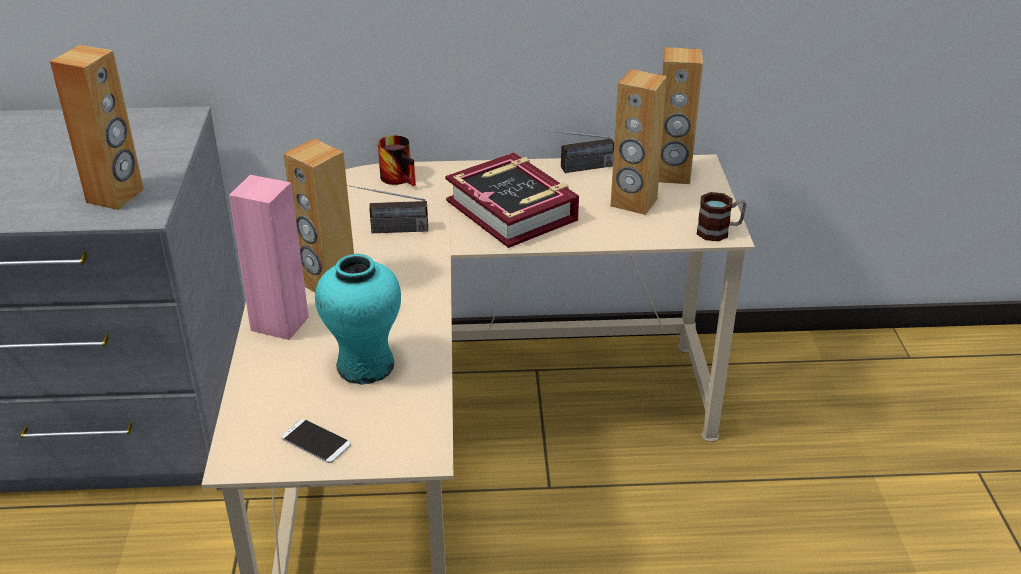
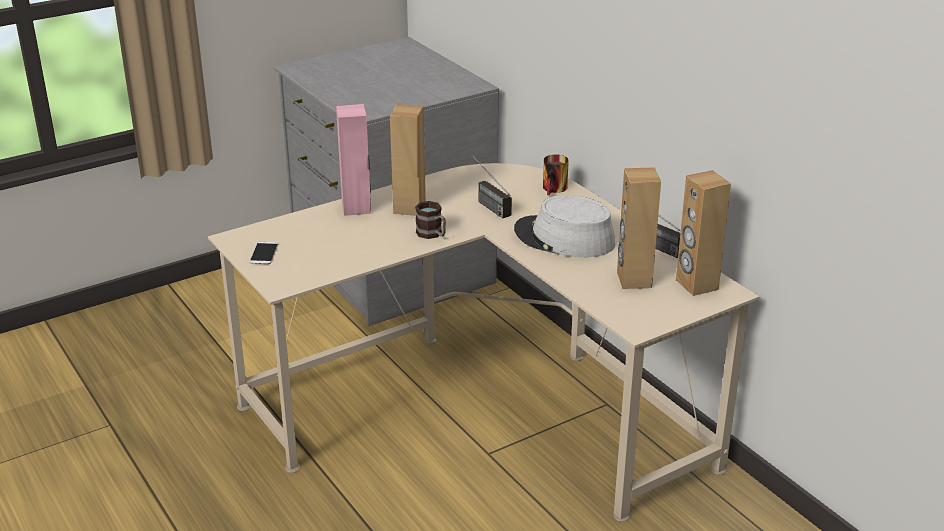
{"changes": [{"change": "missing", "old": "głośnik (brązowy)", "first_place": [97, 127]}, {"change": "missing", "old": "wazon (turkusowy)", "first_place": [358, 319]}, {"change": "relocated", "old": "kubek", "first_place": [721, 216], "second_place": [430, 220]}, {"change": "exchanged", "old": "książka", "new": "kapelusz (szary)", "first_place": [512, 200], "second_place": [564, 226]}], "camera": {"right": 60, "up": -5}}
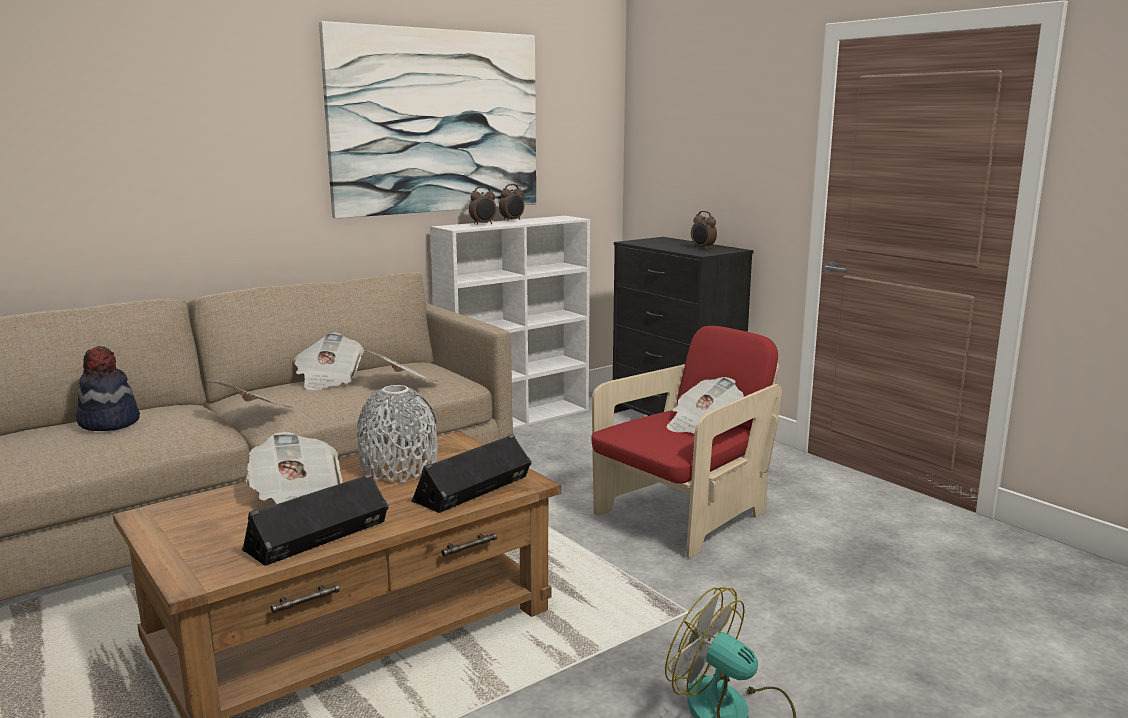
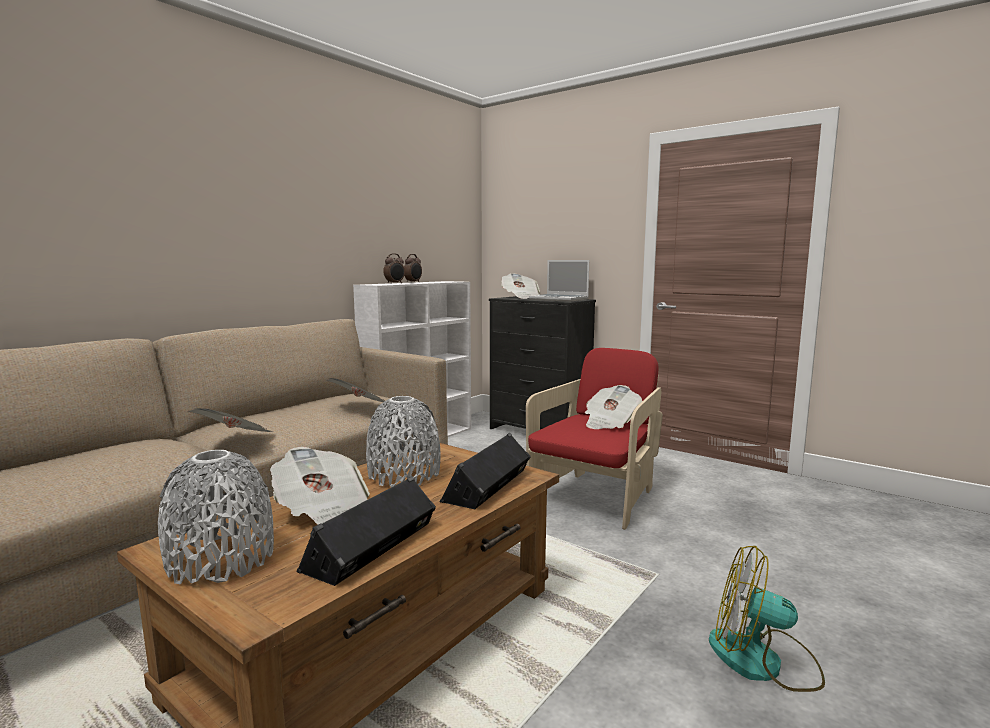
{"changes": [{"change": "missing", "old": "kapelusz", "first_place": [108, 388]}, {"change": "missing", "old": "obraz", "first_place": [427, 120]}, {"change": "appeared", "new": "wazon (szary)", "second_place": [216, 517]}, {"change": "relocated", "old": "gazeta", "first_place": [329, 361], "second_place": [520, 286]}, {"change": "exchanged", "old": "budzik", "new": "laptop", "first_place": [704, 230], "second_place": [559, 281]}], "camera": {"right": -15, "up": -5}}
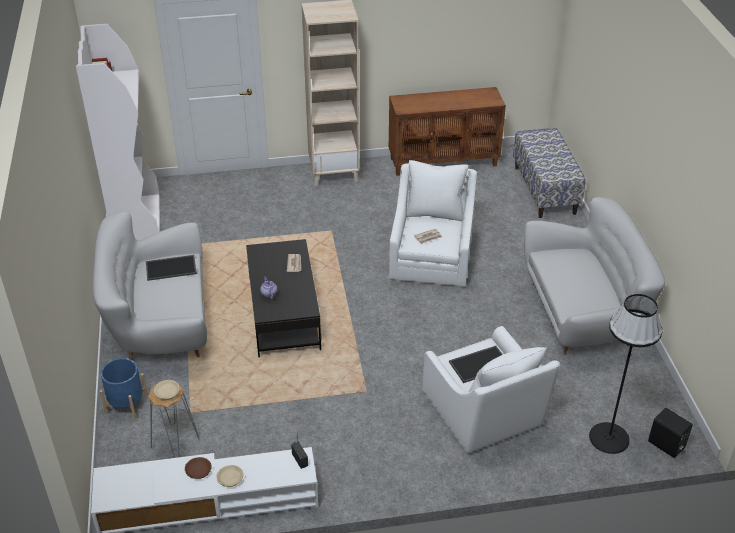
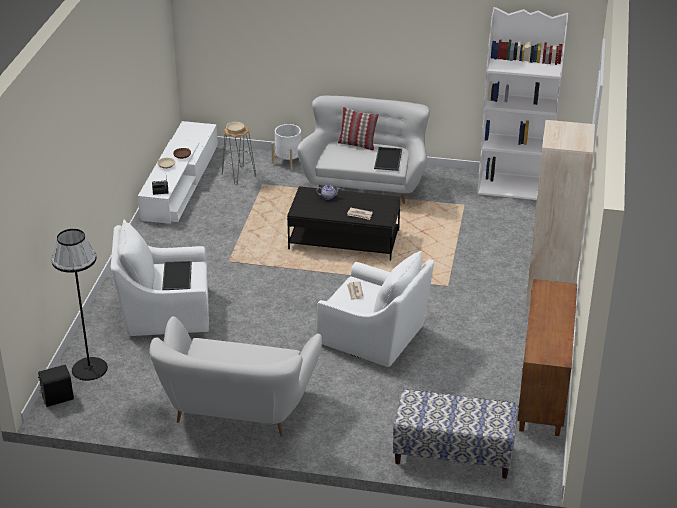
{"changes": [{"change": "appeared", "new": "poduszka", "second_place": [358, 129]}, {"change": "colour", "old": "donica (niebieski)", "new": "donica (biały)", "first_place": [124, 389], "second_place": [287, 147]}], "camera": {"right": 110, "up": -5}}
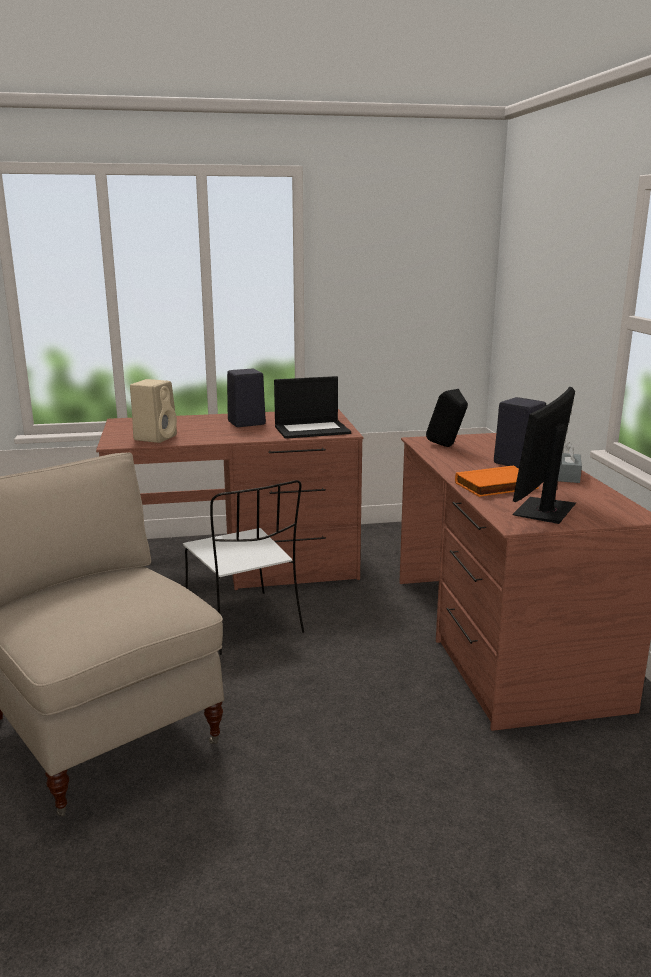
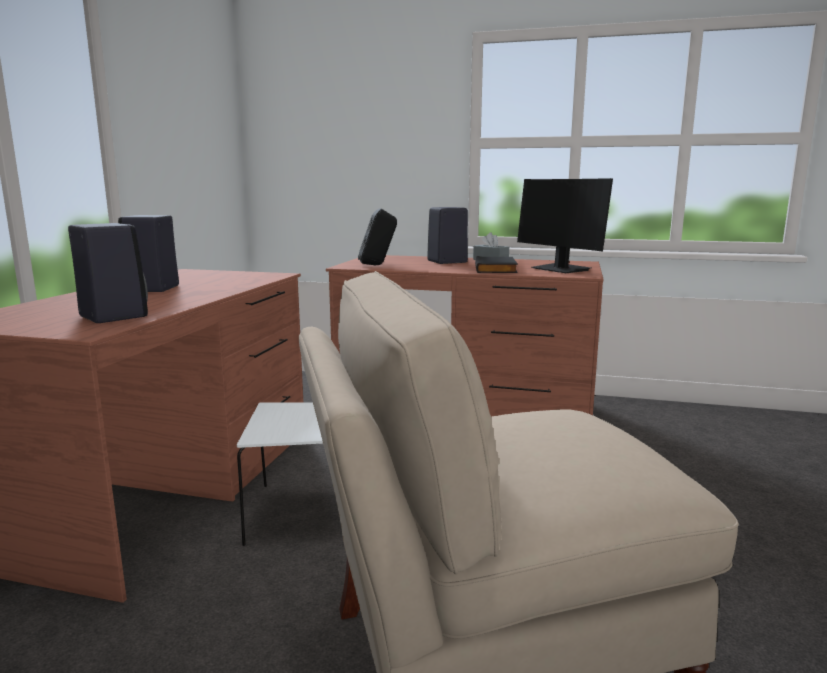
{"changes": [{"change": "missing", "old": "laptop", "first_place": [312, 407]}, {"change": "colour", "old": "głośnik (beżowy)", "new": "głośnik (czarny)", "first_place": [153, 411], "second_place": [108, 273]}, {"change": "colour", "old": "książka (pomarańczowy)", "new": "książka (czarny)", "first_place": [497, 481], "second_place": [496, 264]}], "camera": {"right": -65, "up": -5}}
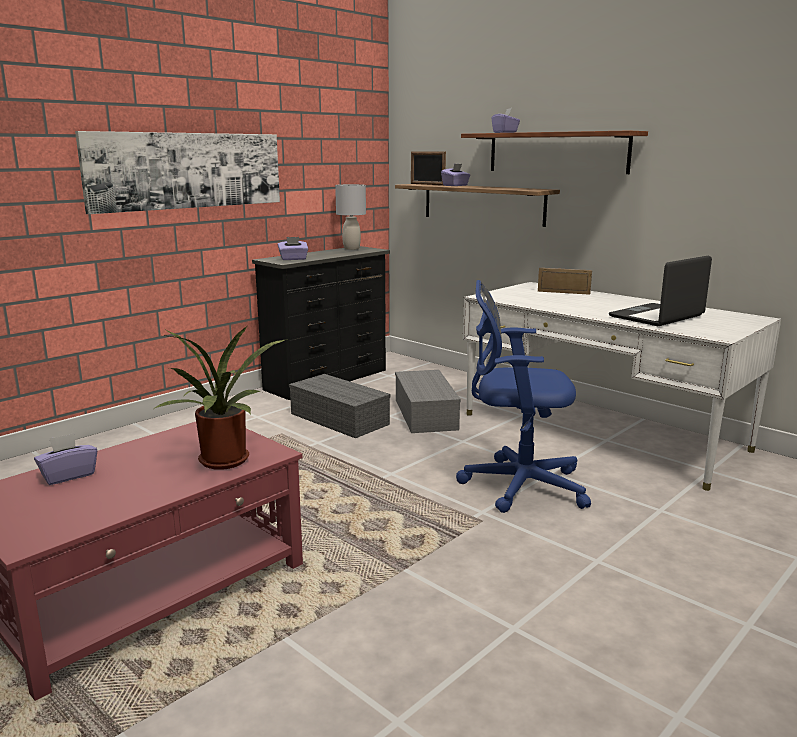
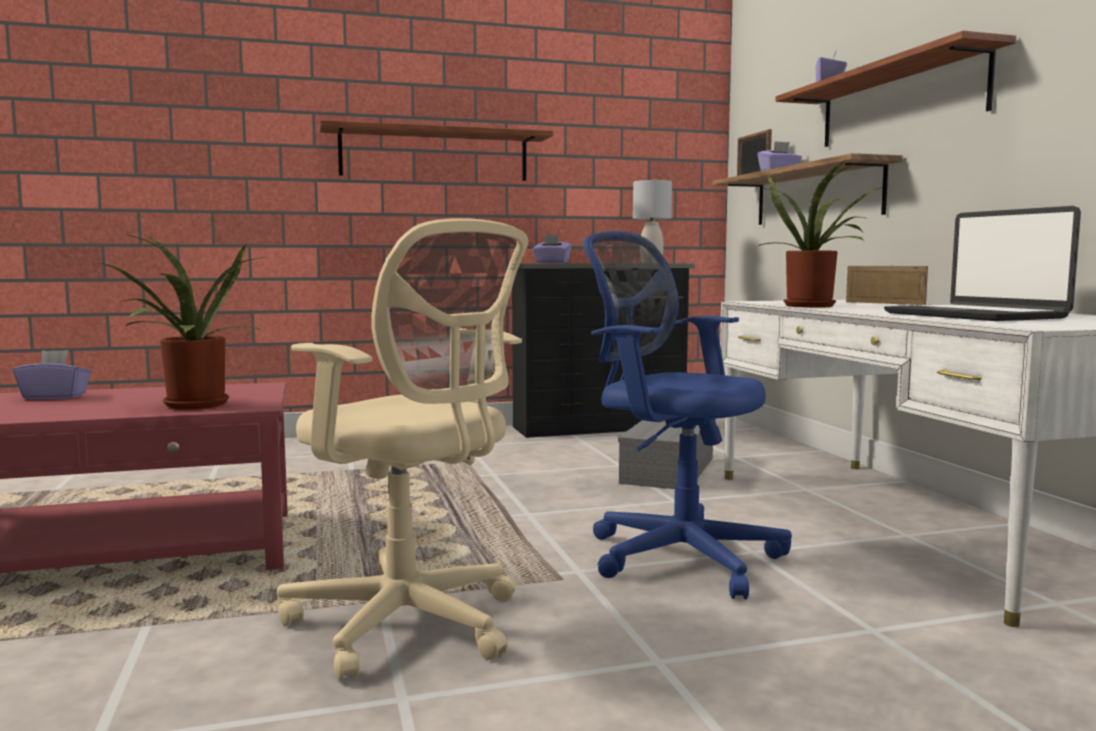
{"changes": [{"change": "missing", "old": "pojemnik do przechowywania (szary)", "first_place": [340, 406]}, {"change": "appeared", "new": "krzesło biurowe (beżowy)", "second_place": [402, 449]}, {"change": "appeared", "new": "roślina doniczkowa", "second_place": [820, 233]}, {"change": "exchanged", "old": "obraz", "new": "półka", "first_place": [177, 172], "second_place": [436, 150]}, {"change": "spun", "old": "laptop", "first_place": [660, 290], "second_place": [982, 263], "degrees": -105}], "camera": {"right": 30, "up": -10}}
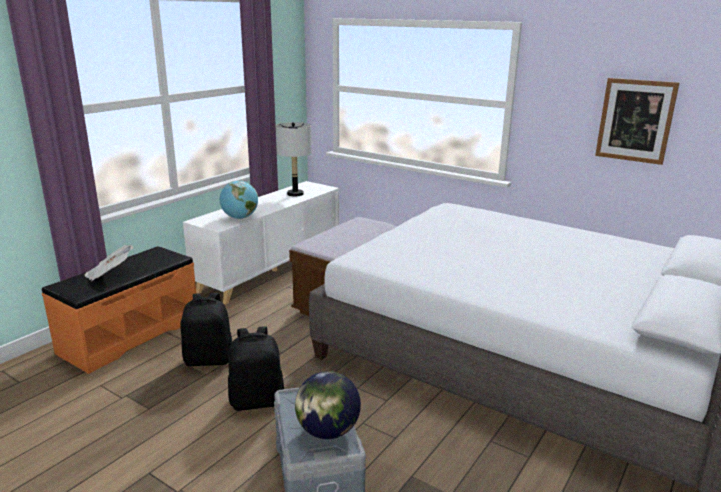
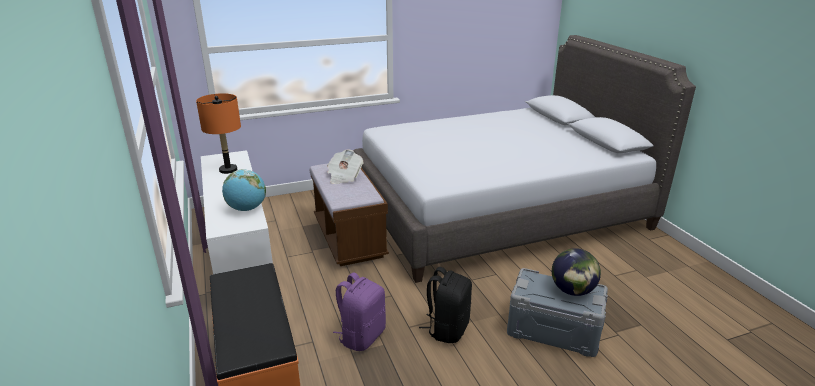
{"changes": [{"change": "missing", "old": "obraz", "first_place": [637, 121]}, {"change": "relocated", "old": "gazeta", "first_place": [109, 263], "second_place": [345, 166]}, {"change": "colour", "old": "plecak (czarny)", "new": "plecak (fioletowy)", "first_place": [206, 329], "second_place": [359, 311]}, {"change": "colour", "old": "lampa stołowa (szary)", "new": "lampa stołowa (pomarańczowy)", "first_place": [293, 159], "second_place": [218, 133]}], "camera": {"right": -55, "up": 5}}
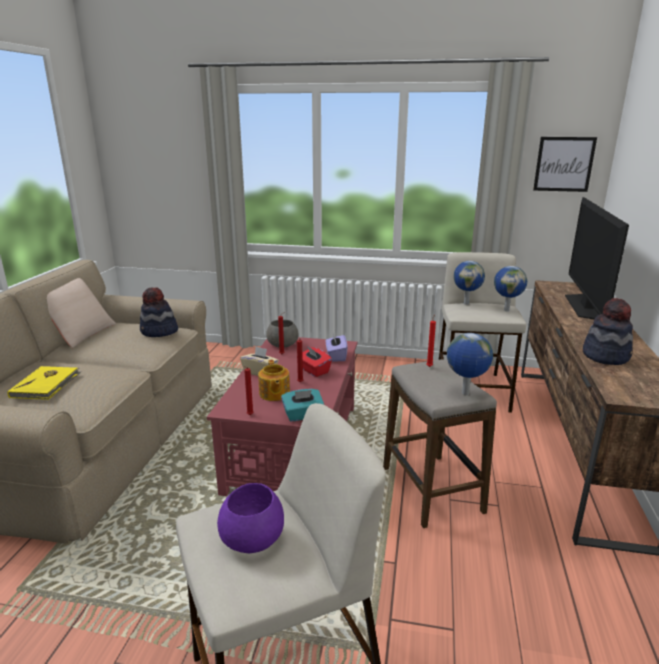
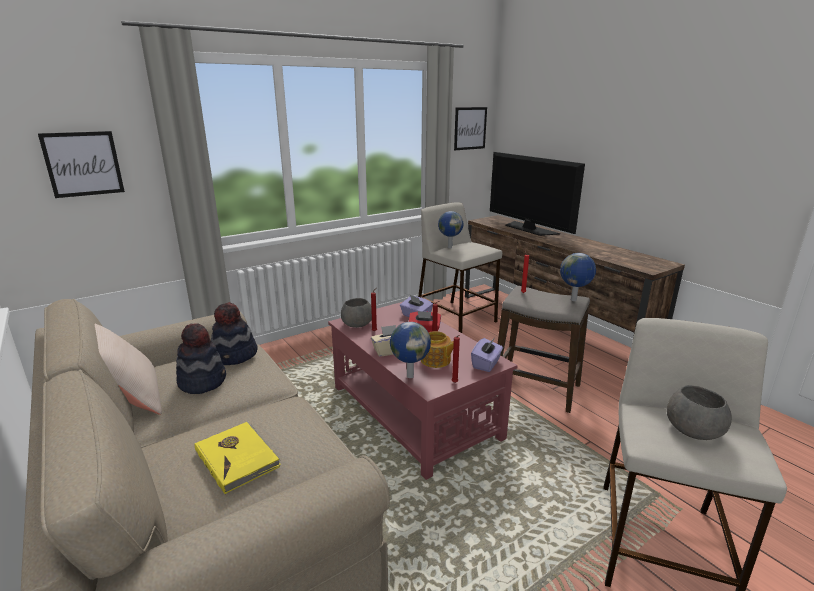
{"changes": [{"change": "appeared", "new": "obraz", "second_place": [81, 164]}, {"change": "relocated", "old": "globus", "first_place": [510, 288], "second_place": [410, 350]}, {"change": "relocated", "old": "kapelusz", "first_place": [608, 331], "second_place": [201, 358]}, {"change": "colour", "old": "miska (fioletowy)", "new": "miska (szary)", "first_place": [250, 518], "second_place": [699, 412]}, {"change": "colour", "old": "pudełko chusteczek (turkusowy)", "new": "pudełko chusteczek (fioletowy)", "first_place": [302, 405], "second_place": [487, 355]}], "camera": {"right": -45, "up": 0}}
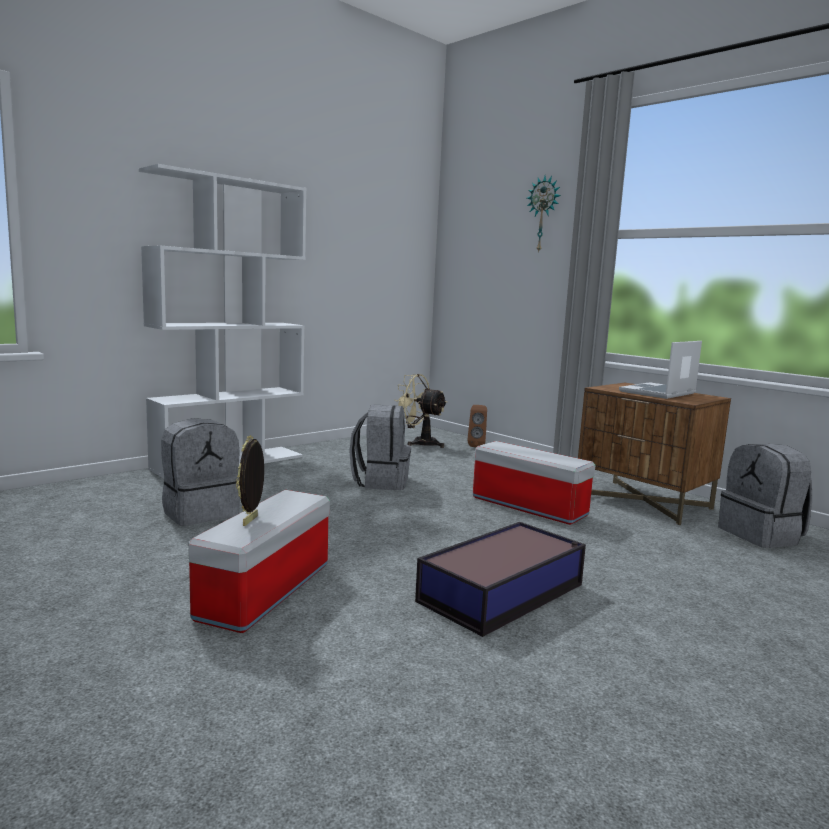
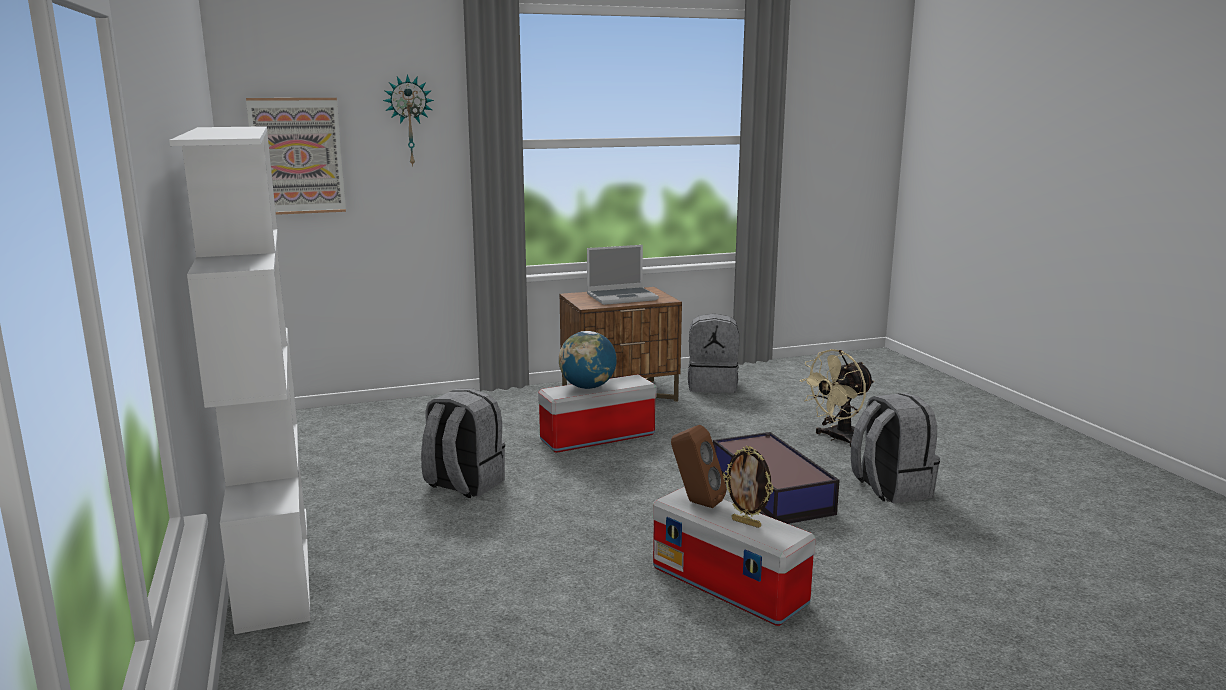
{"changes": [{"change": "appeared", "new": "obraz", "second_place": [296, 156]}, {"change": "appeared", "new": "globus", "second_place": [588, 360]}, {"change": "relocated", "old": "plecak (szary)", "first_place": [200, 472], "second_place": [895, 448]}, {"change": "relocated", "old": "wentylator (beżowy)", "first_place": [420, 411], "second_place": [837, 398]}, {"change": "relocated", "old": "głośnik (brązowy)", "first_place": [477, 426], "second_place": [699, 466]}, {"change": "spun", "old": "laptop", "first_place": [660, 370], "second_place": [623, 275], "degrees": -90}], "camera": {"right": -65, "up": 5}}
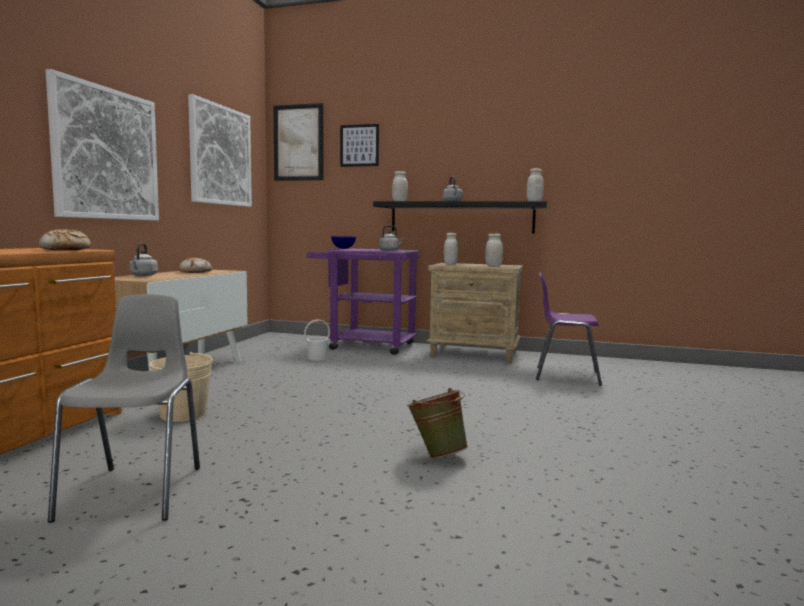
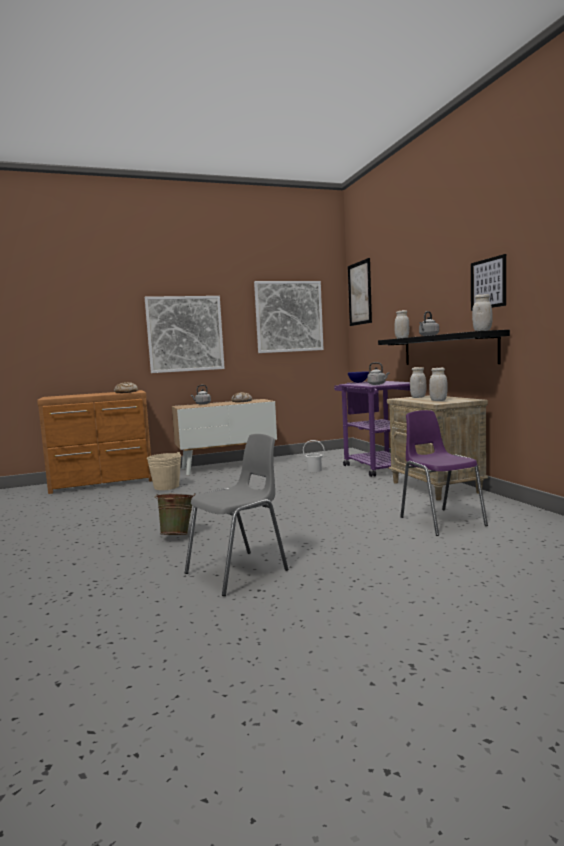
{"changes": [{"change": "relocated", "old": "krzesło (szary)", "first_place": [124, 408], "second_place": [236, 515]}, {"change": "relocated", "old": "obraz", "first_place": [359, 145], "second_place": [488, 282]}], "camera": {"right": 55, "up": 0}}
